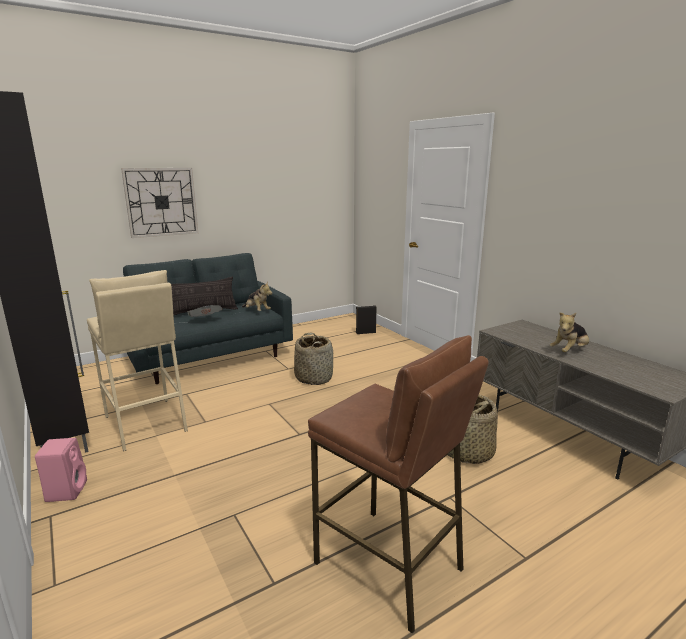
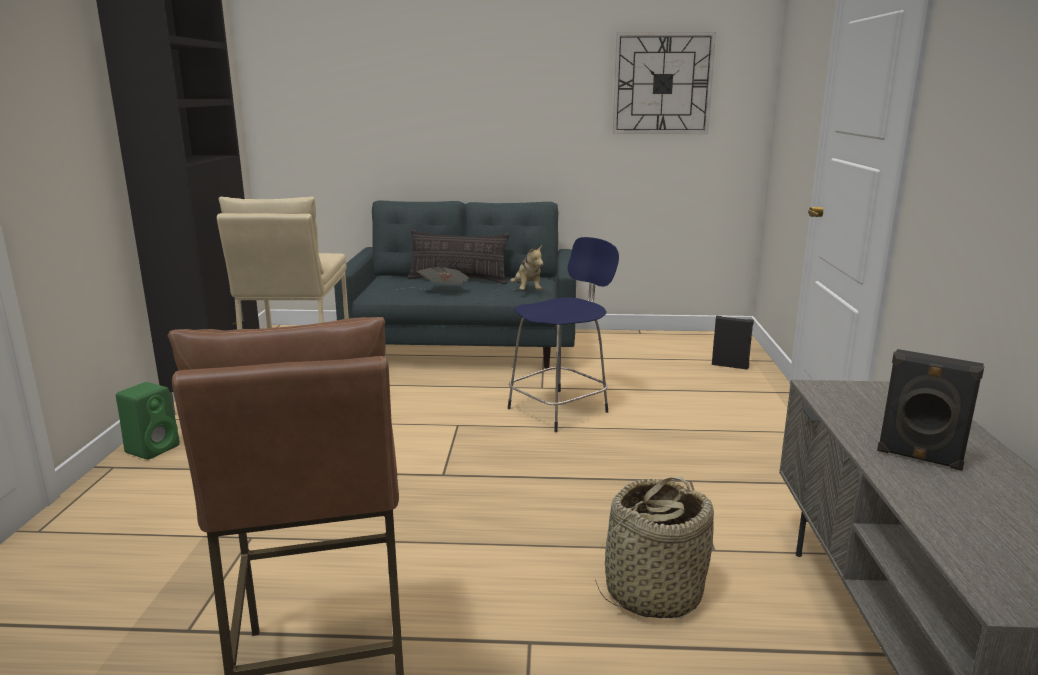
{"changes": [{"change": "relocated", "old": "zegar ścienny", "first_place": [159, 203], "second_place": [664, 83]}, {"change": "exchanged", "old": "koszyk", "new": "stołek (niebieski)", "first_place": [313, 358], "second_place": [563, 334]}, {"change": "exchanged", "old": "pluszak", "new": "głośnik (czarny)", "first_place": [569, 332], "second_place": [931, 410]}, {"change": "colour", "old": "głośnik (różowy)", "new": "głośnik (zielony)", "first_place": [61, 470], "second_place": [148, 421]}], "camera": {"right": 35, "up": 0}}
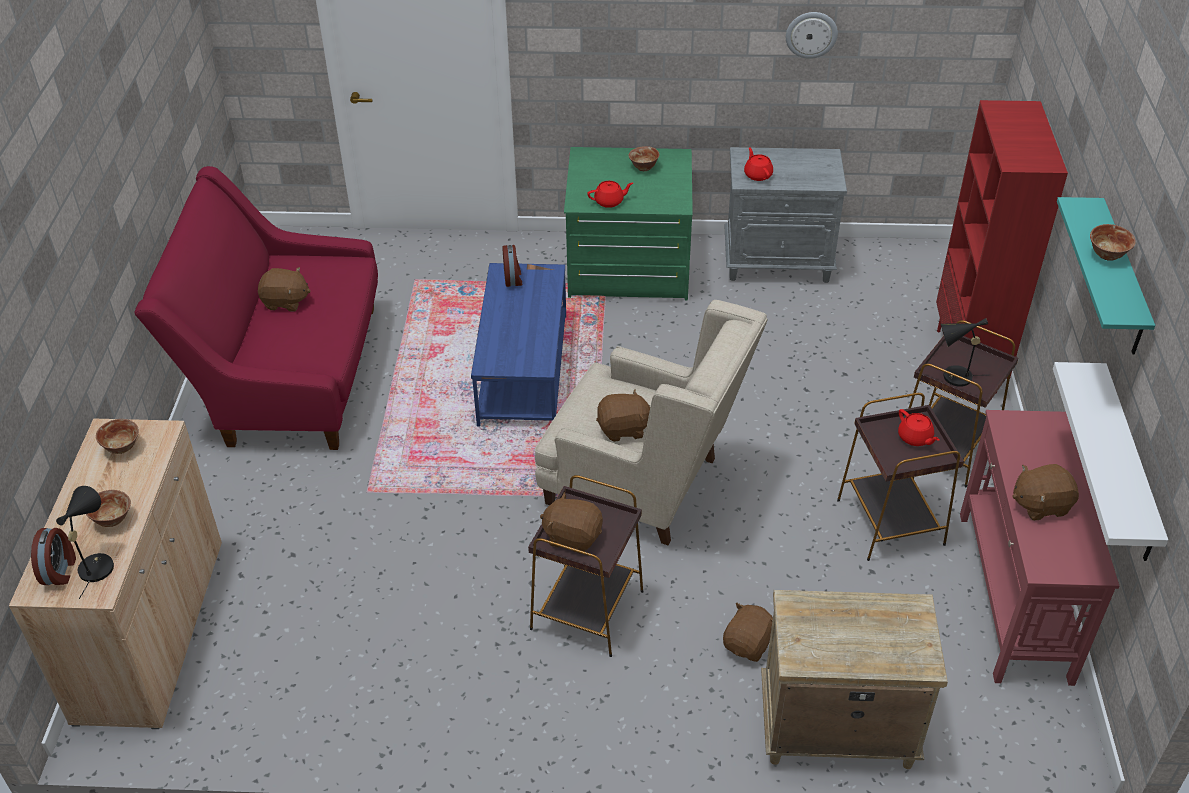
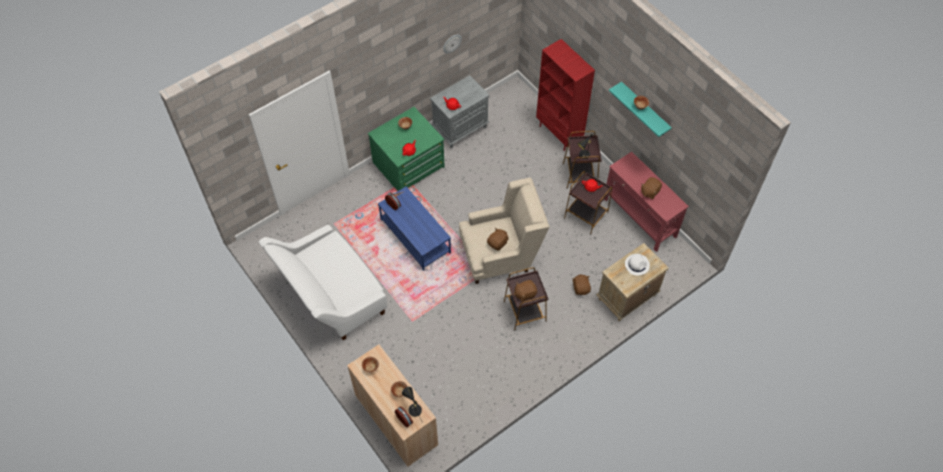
{"changes": [{"change": "missing", "old": "pluszak (brązowy)", "first_place": [284, 289]}, {"change": "missing", "old": "półka (biały)", "first_place": [1110, 461]}, {"change": "appeared", "new": "kapelusz (biały)", "second_place": [637, 265]}, {"change": "colour", "old": "kanapa (czerwony)", "new": "kanapa (biały)", "first_place": [256, 308], "second_place": [323, 282]}], "camera": {"right": -40, "up": 15}}
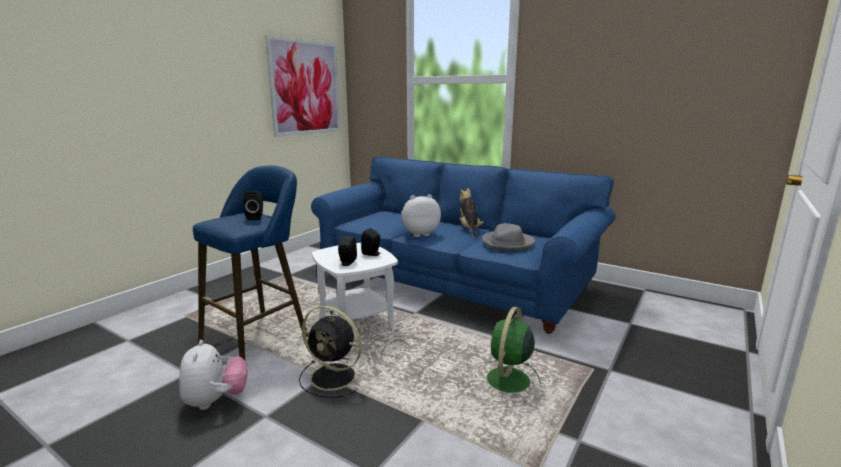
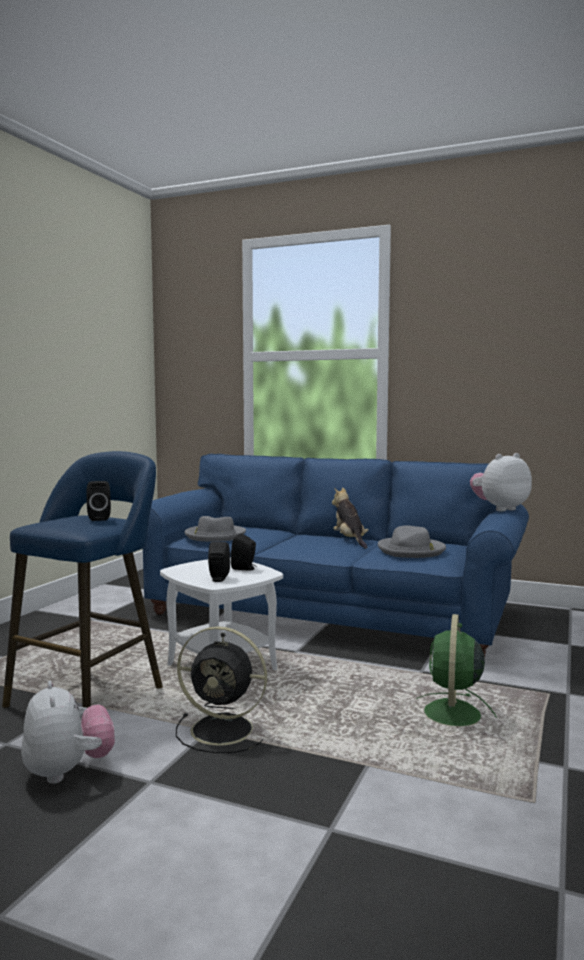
{"changes": [{"change": "missing", "old": "obraz", "first_place": [302, 86]}, {"change": "appeared", "new": "kapelusz (szary)", "second_place": [215, 529]}, {"change": "relocated", "old": "pluszak", "first_place": [421, 215], "second_place": [501, 482]}], "camera": {"right": -10, "up": -10}}
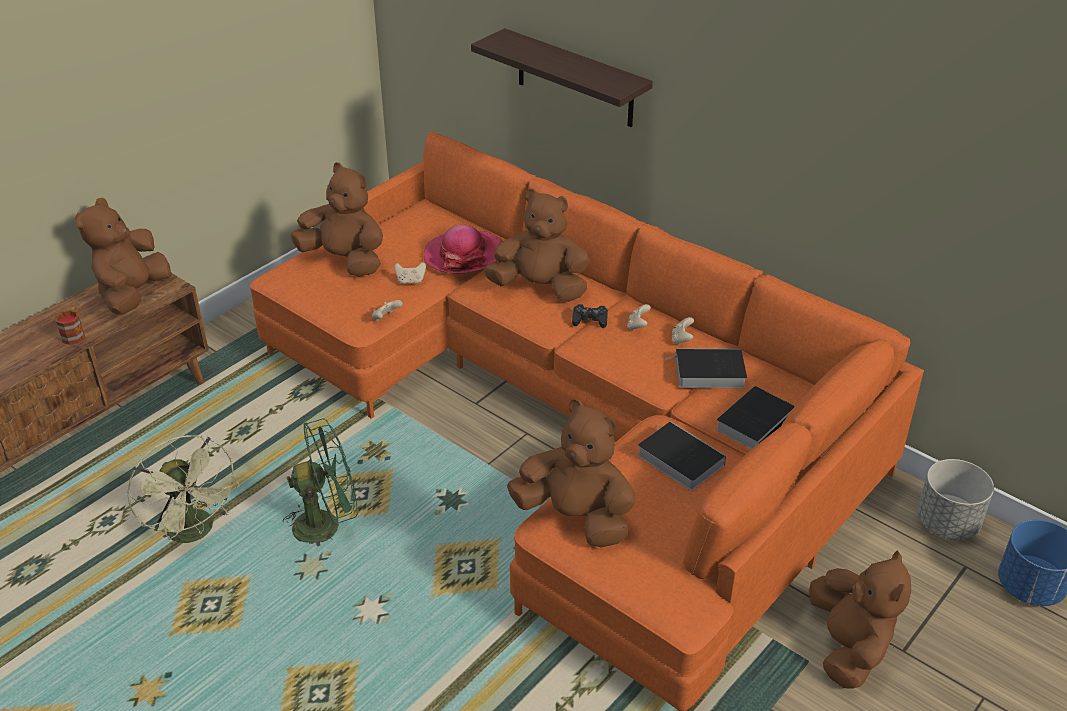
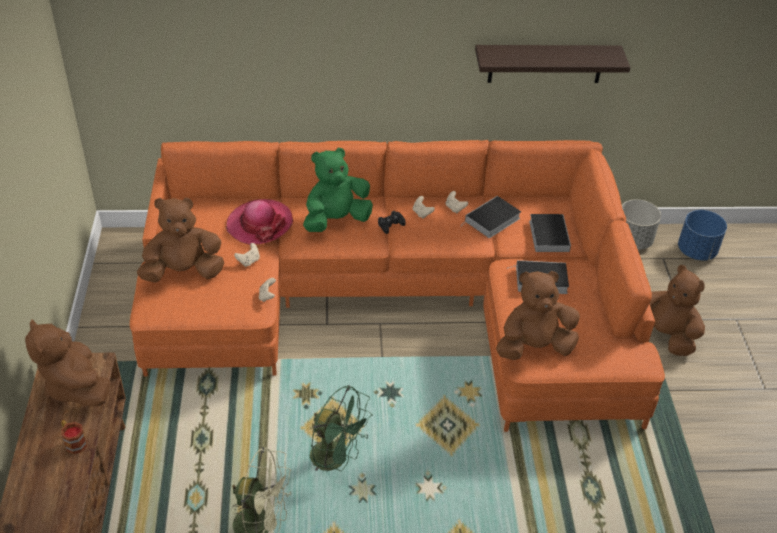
{"changes": [{"change": "relocated", "old": "półka", "first_place": [562, 77], "second_place": [553, 64]}, {"change": "colour", "old": "pluszak (brązowy)", "new": "pluszak (zielony)", "first_place": [537, 245], "second_place": [338, 190]}, {"change": "spun", "old": "wentylator (zielony)", "first_place": [320, 482], "second_place": [341, 428], "degrees": 90}], "camera": {"right": -45, "up": 5}}
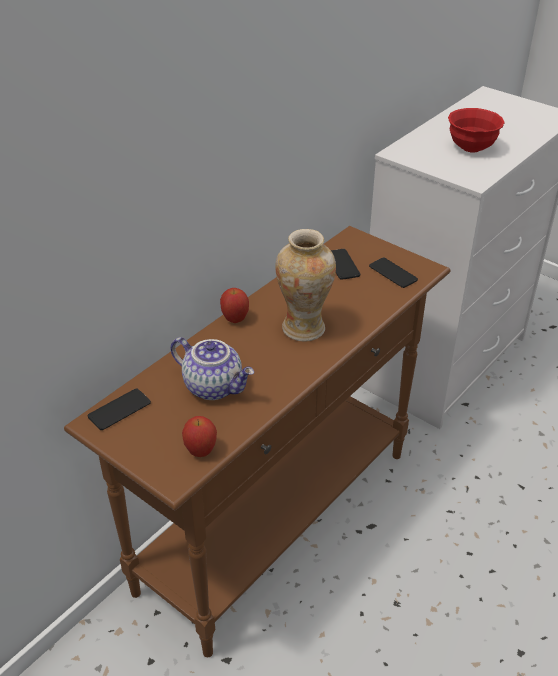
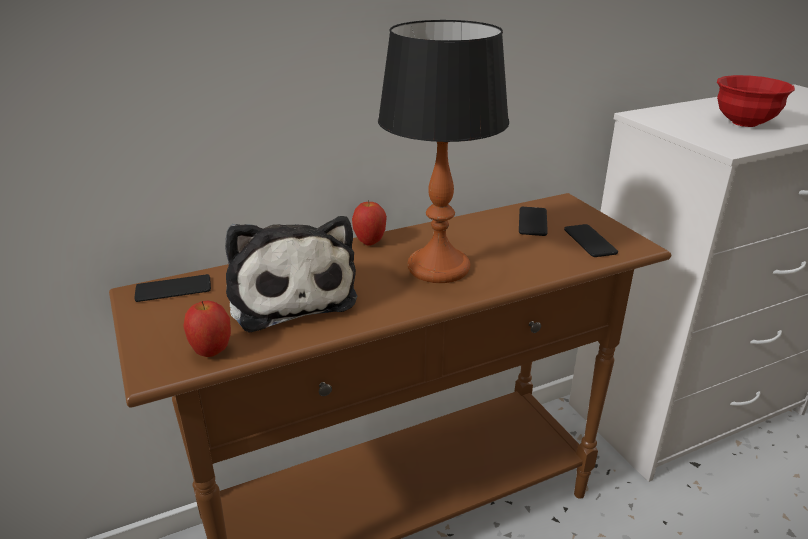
{"changes": [{"change": "exchanged", "old": "imbryk", "new": "pluszak", "first_place": [212, 368], "second_place": [291, 274]}, {"change": "exchanged", "old": "wazon", "new": "lampa stołowa", "first_place": [305, 285], "second_place": [443, 151]}], "camera": {"right": 25, "up": -10}}
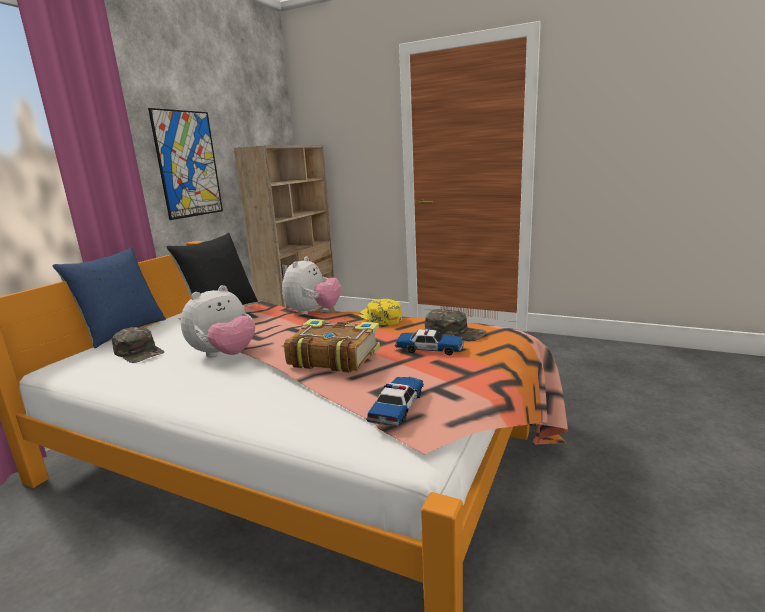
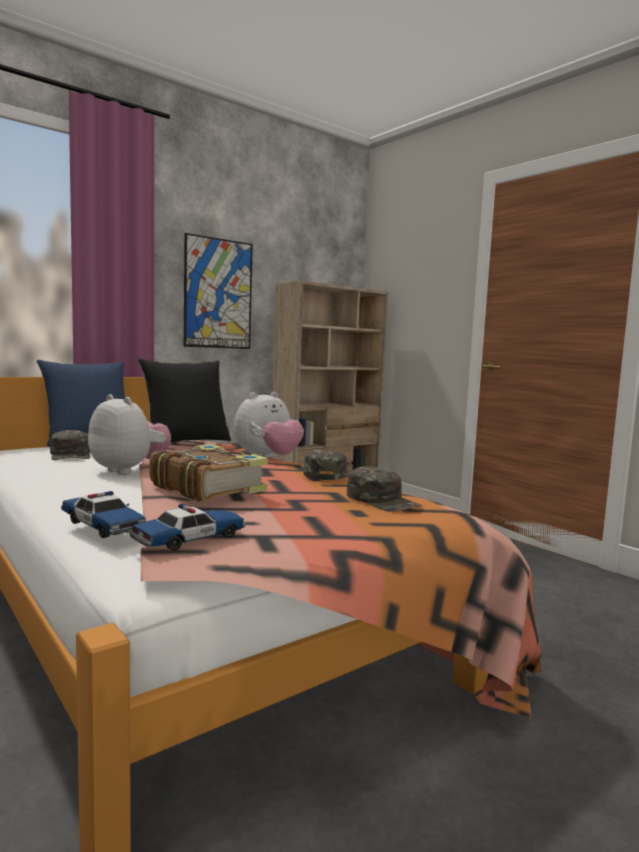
{"changes": [{"change": "relocated", "old": "samochodzik", "first_place": [429, 341], "second_place": [103, 514]}, {"change": "colour", "old": "czapka z daszkiem (żółty)", "new": "czapka z daszkiem (zielony)", "first_place": [380, 312], "second_place": [325, 464]}, {"change": "spun", "old": "pluszak", "first_place": [218, 321], "second_place": [129, 434], "degrees": -120}], "camera": {"right": 25, "up": -10}}
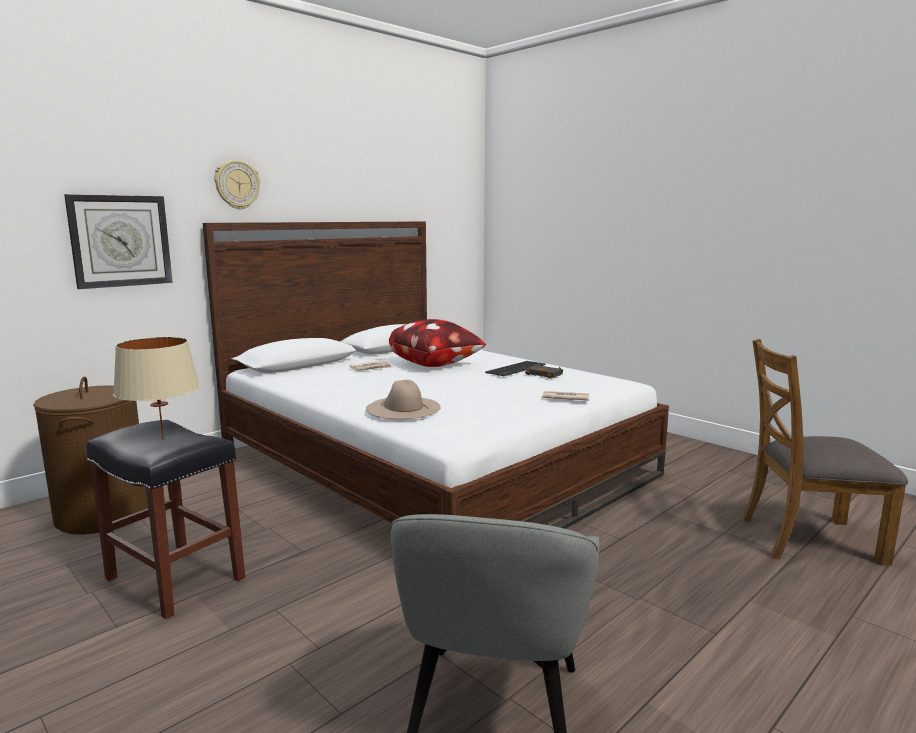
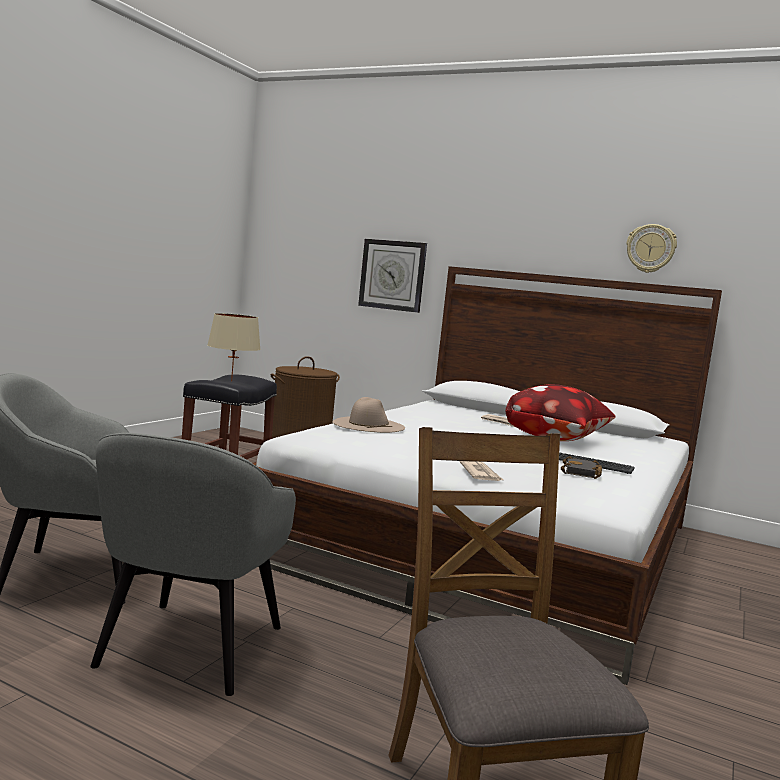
{"changes": [{"change": "appeared", "new": "fotel (szary)", "second_place": [193, 564]}, {"change": "relocated", "old": "zegar ścienny", "first_place": [237, 184], "second_place": [651, 248]}], "camera": {"right": 70, "up": -5}}
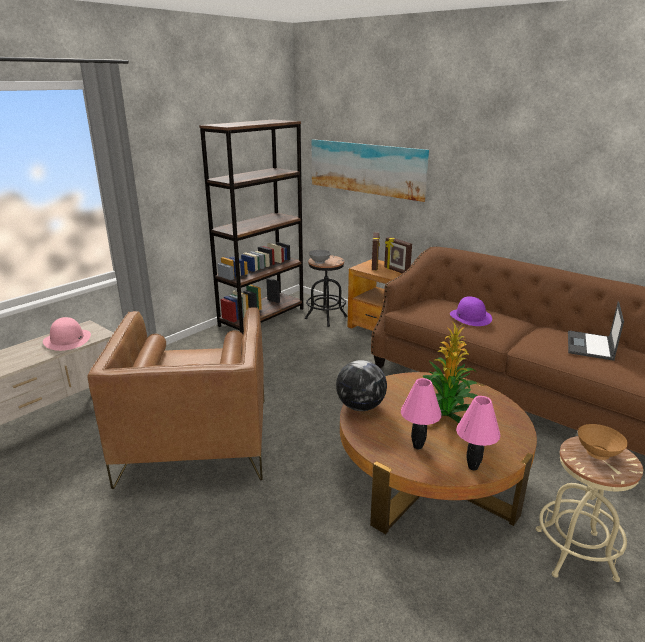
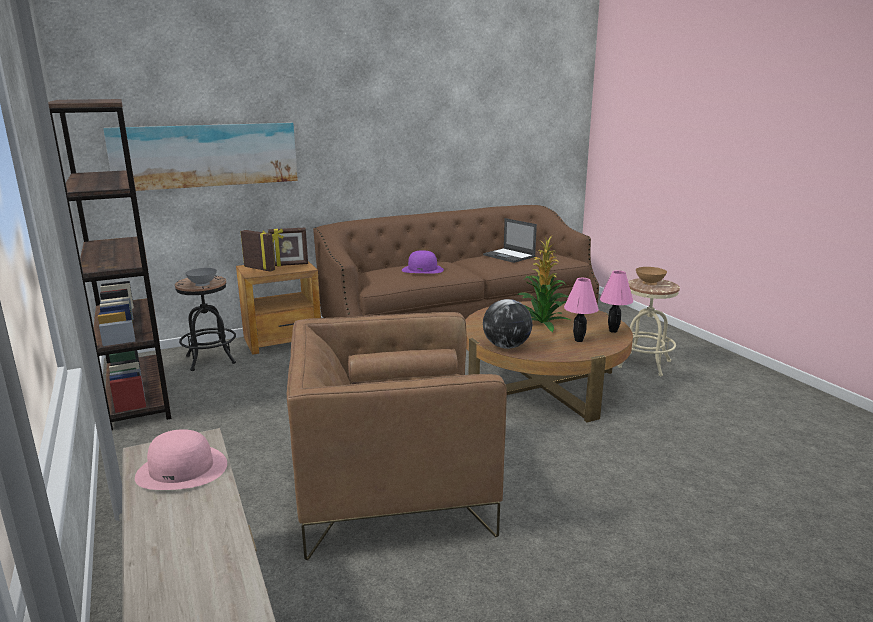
{"changes": [{"change": "spun", "old": "fotel (brązowy)", "first_place": [175, 398], "second_place": [397, 436], "degrees": 150}], "camera": {"right": -65, "up": -5}}
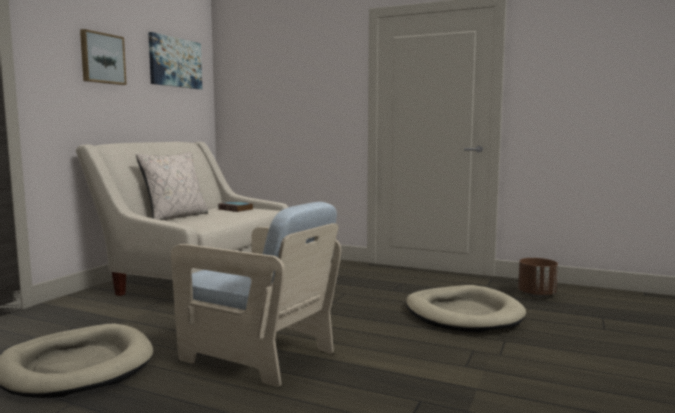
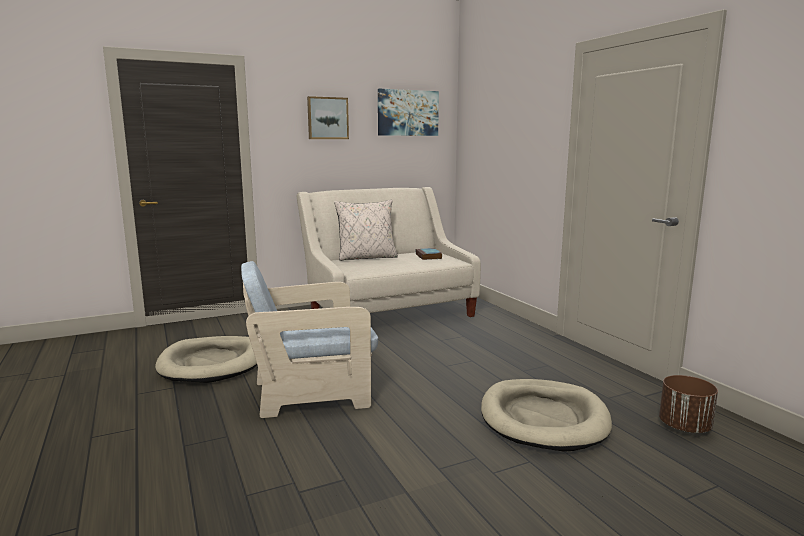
{"changes": [{"change": "spun", "old": "fotel (beżowy)", "first_place": [256, 294], "second_place": [309, 339], "degrees": 90}], "camera": {"right": 40, "up": 5}}
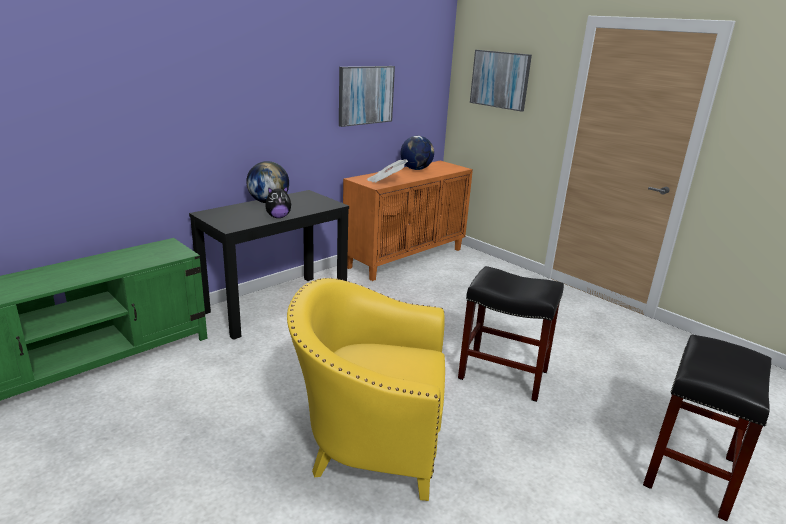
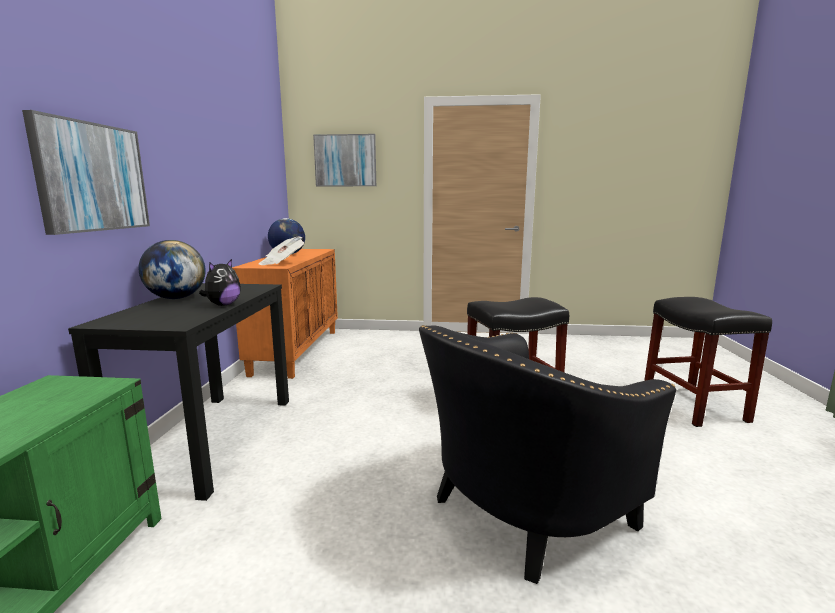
{"changes": [{"change": "relocated", "old": "obraz", "first_place": [367, 96], "second_place": [86, 172]}, {"change": "colour", "old": "fotel (żółty)", "new": "fotel (czarny)", "first_place": [366, 389], "second_place": [547, 454]}], "camera": {"right": -40, "up": -10}}
